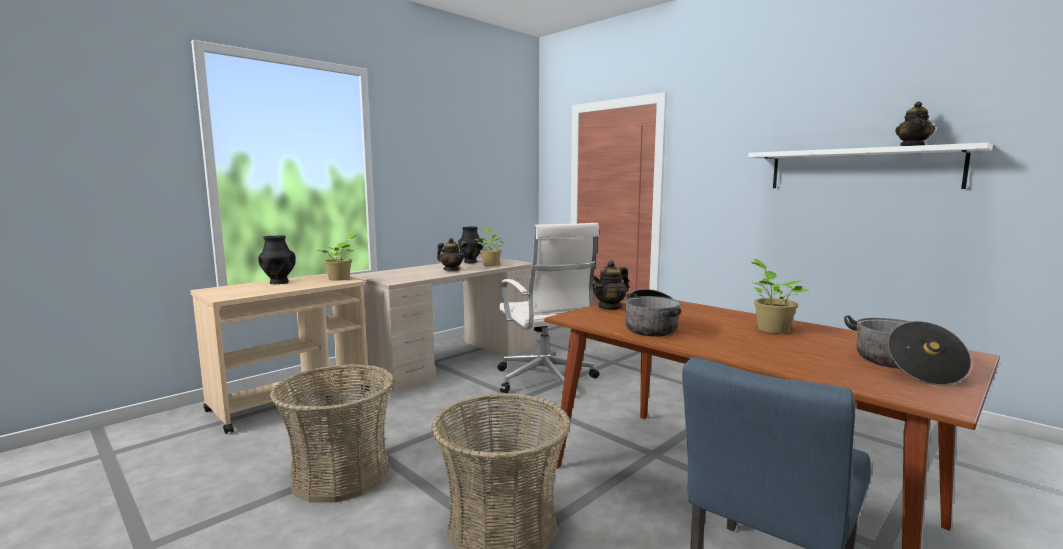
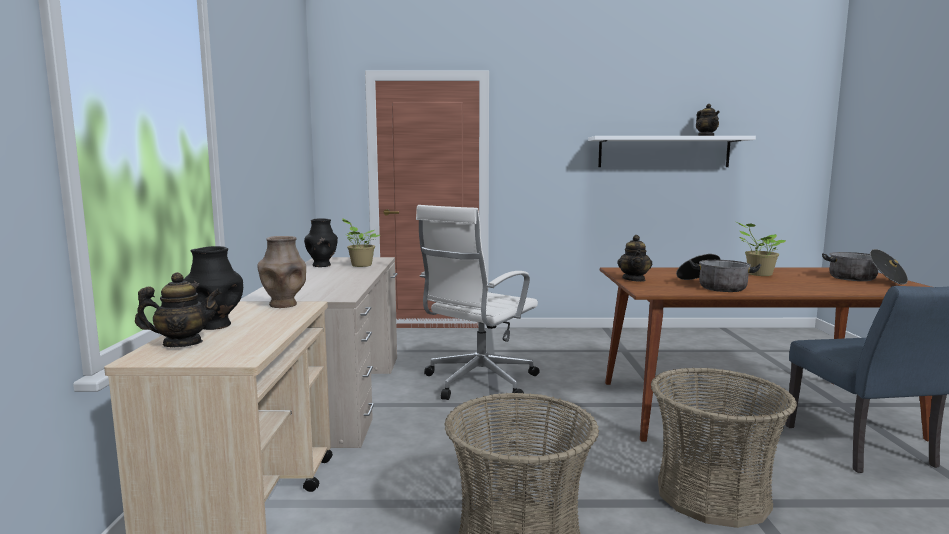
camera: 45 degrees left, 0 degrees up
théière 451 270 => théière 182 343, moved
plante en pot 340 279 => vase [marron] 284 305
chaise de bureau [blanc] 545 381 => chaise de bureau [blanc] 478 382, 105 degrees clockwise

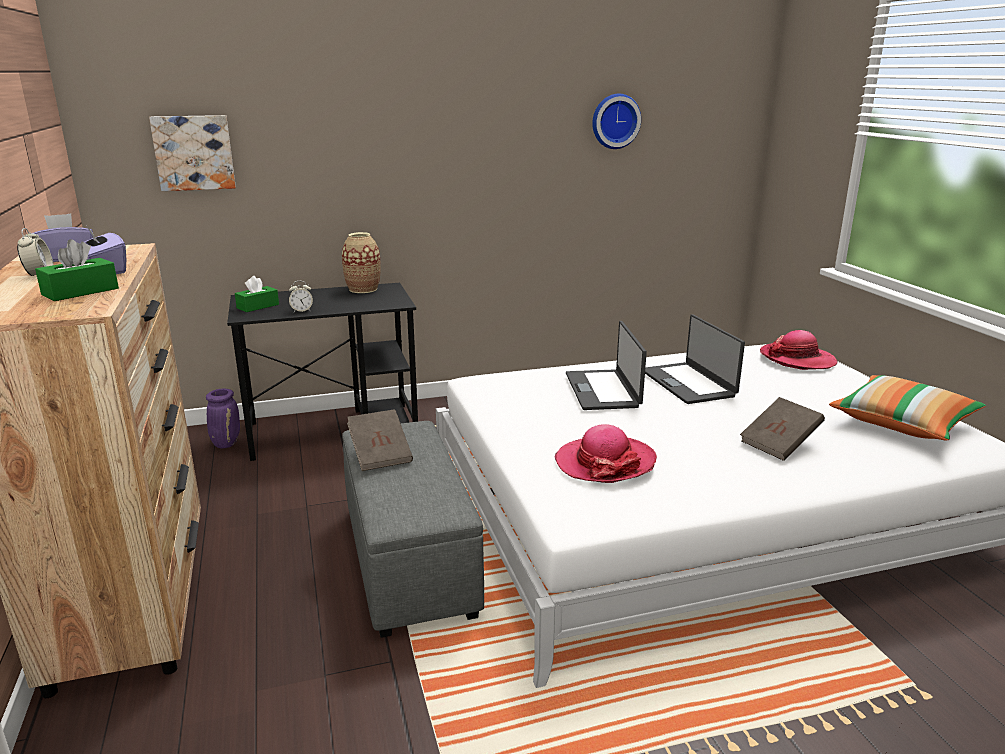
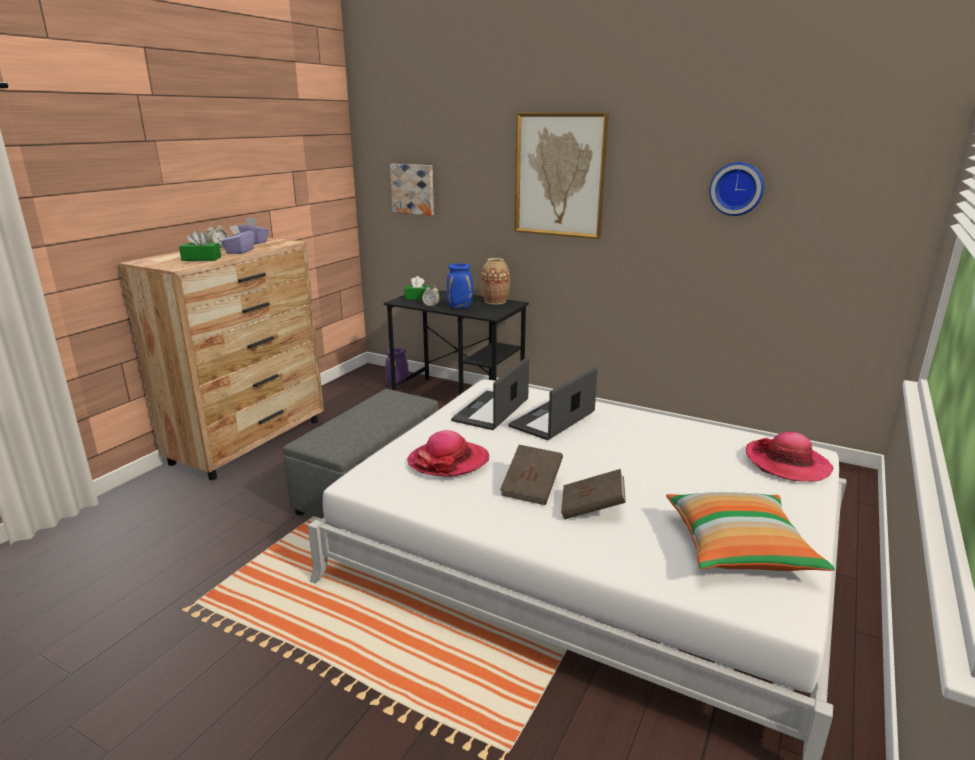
camera: 45 degrees right, 0 degrees up
nothing => vase [bleu] 460 307
ordinateur portable 689 383 => ordinateur portable 492 411, moved
livre [marron] 380 454 => livre [marron] 531 488, moved
nothing => tableau 559 175

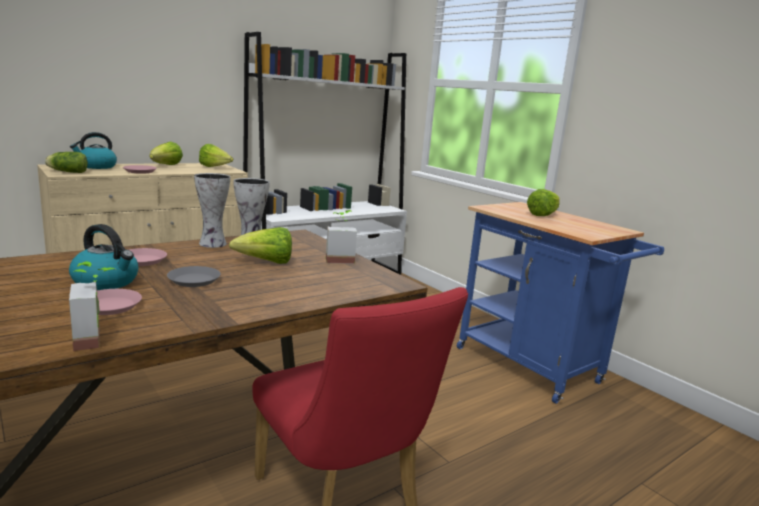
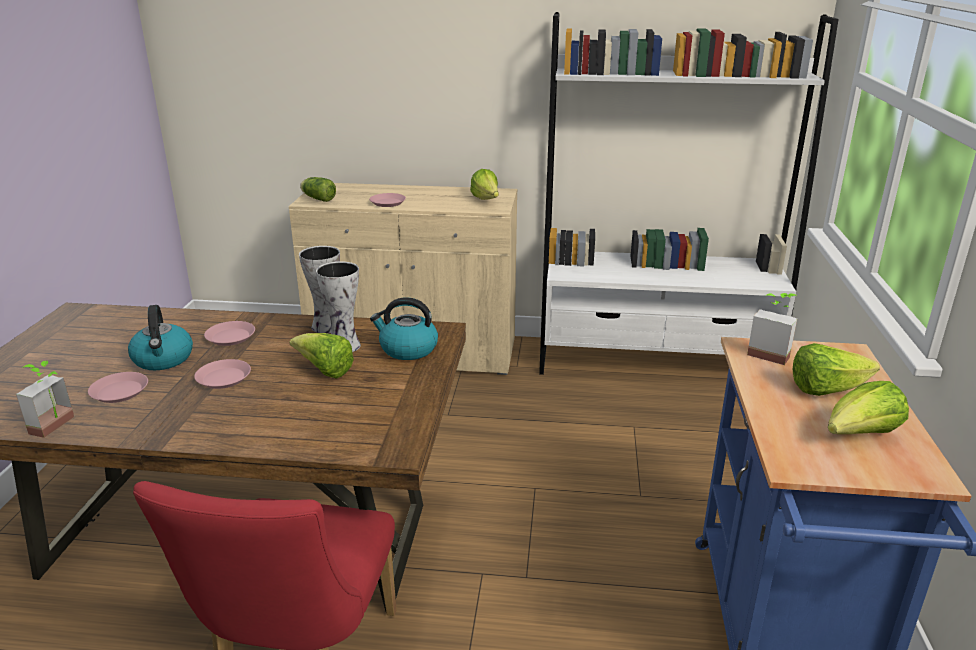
camera: 45 degrees right, 10 degrees up
assiette [gris] 193 280 => assiette [rose] 223 378
bouilloire 96 166 => bouilloire 407 349, moved
plante en pot 339 259 => plante en pot 770 353, moved
laitue 166 165 => laitue 860 435, moved

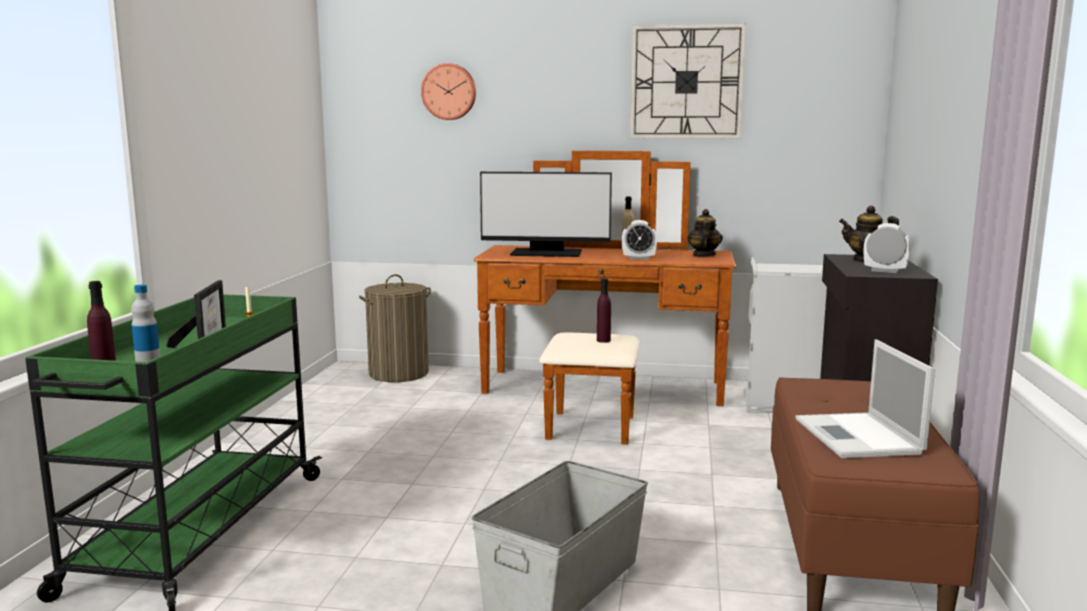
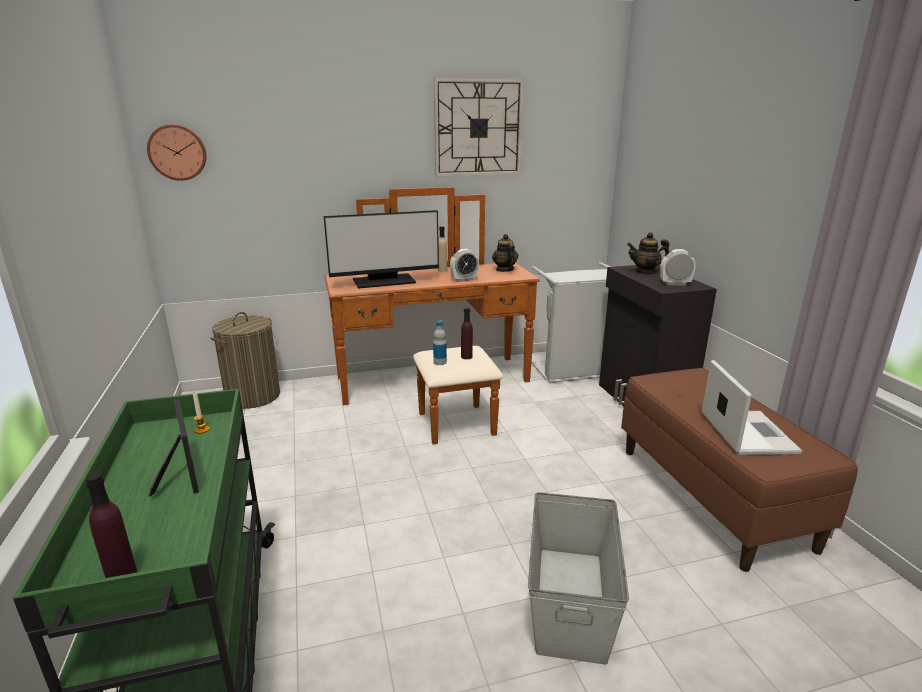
camera: 25 degrees left, 10 degrees up
horloge murale 449 91 => horloge murale 177 152, moved
bouteille 148 359 => bouteille 440 362, moved
ordinateur portable 859 437 => ordinateur portable 746 432, 150 degrees counterclockwise

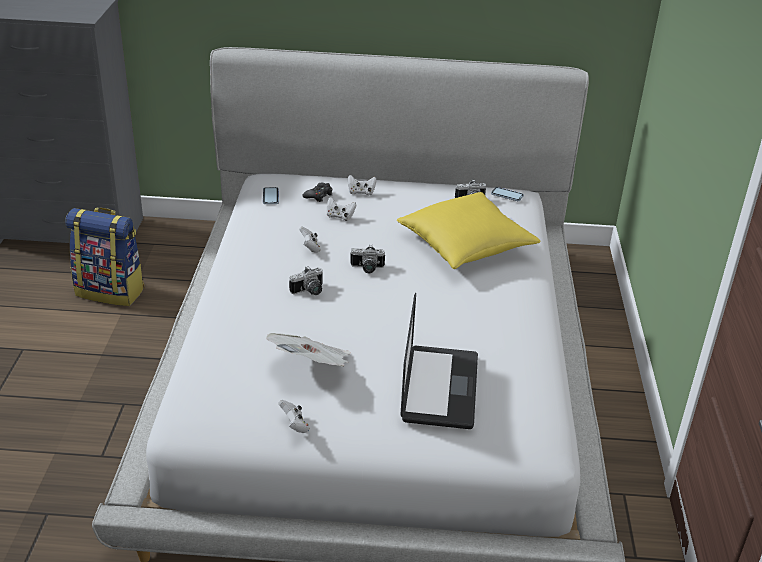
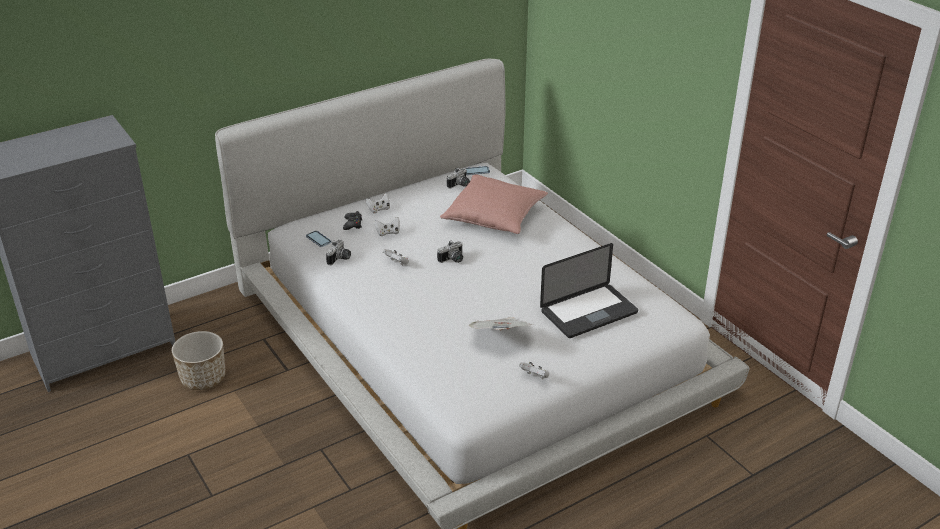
camera: 35 degrees left, 0 degrees up
sac à dos 111 291 => cache-pot 203 378
appareil photo 309 291 => appareil photo 340 259, moved
coussin [jaune] 466 245 => coussin [rose] 494 217
ordinateur portable 440 388 => ordinateur portable 589 312, 90 degrees clockwise

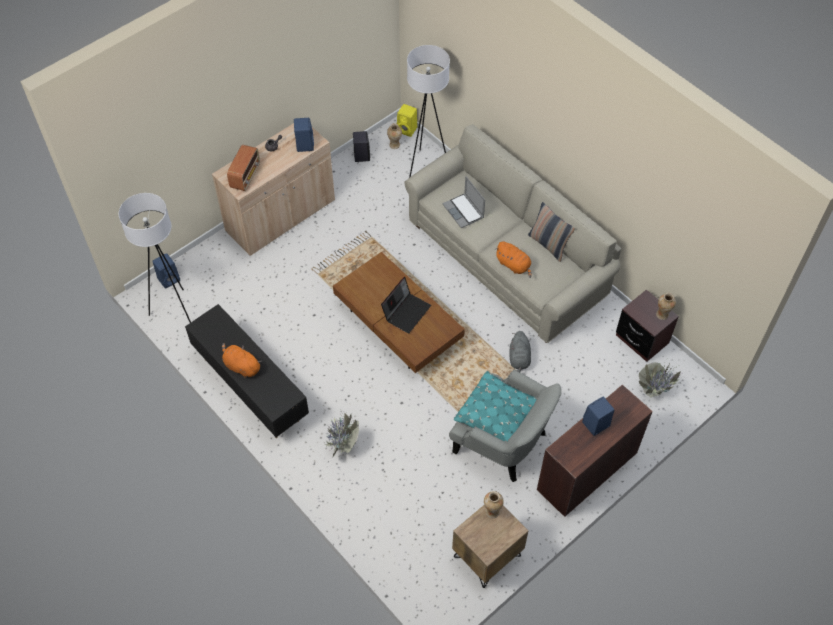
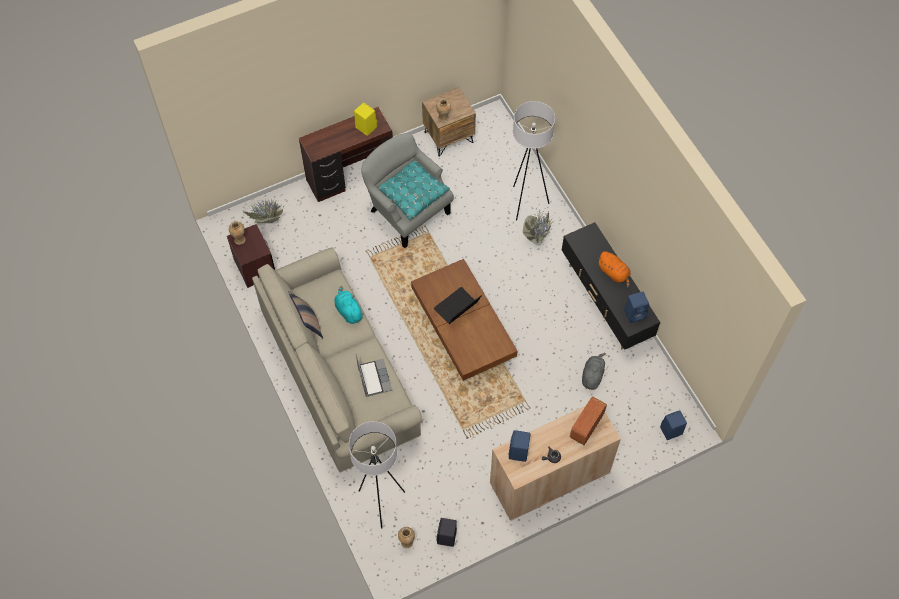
camera: 165 degrees left, 5 degrees up
peluche [orange] 514 265 => peluche [turquoise] 348 311
enceinte [jaune] 407 130 => enceinte [jaune] 365 127, moved
lampadaire [blanc] 175 310 => lampadaire [blanc] 526 202, moved
peluche [gris] 519 359 => peluche [gris] 592 375, moved
enceinte [bleu] 595 424 => enceinte [bleu] 635 313, moved

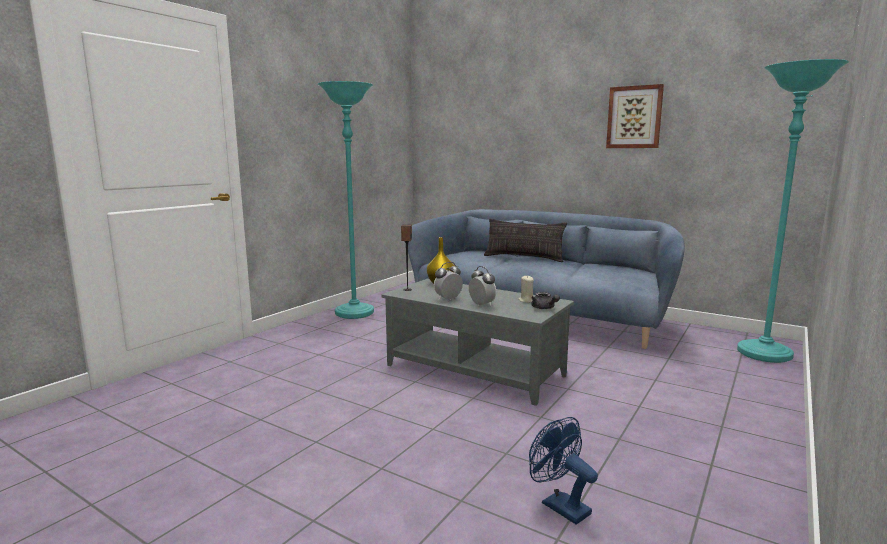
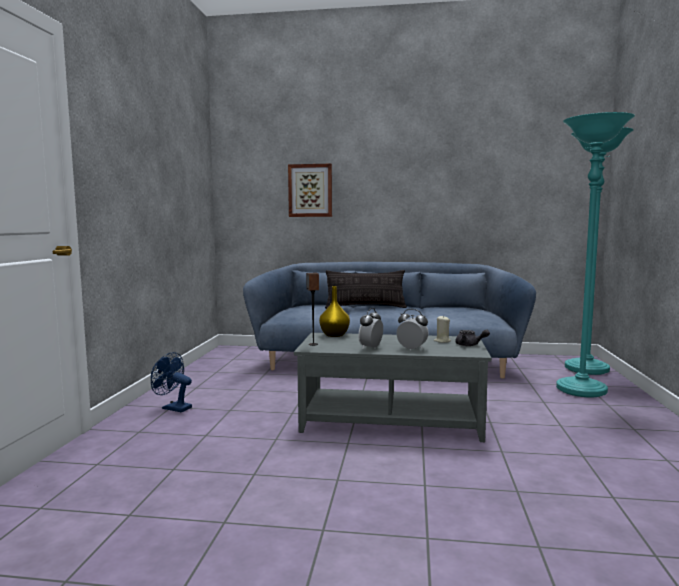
camera: 25 degrees left, 5 degrees down
ventilateur [bleu] 559 505 => ventilateur [bleu] 173 408, moved
tableau 634 117 => tableau 310 190, moved
lampadaire [turquoise] 354 313 => lampadaire [turquoise] 581 390, moved

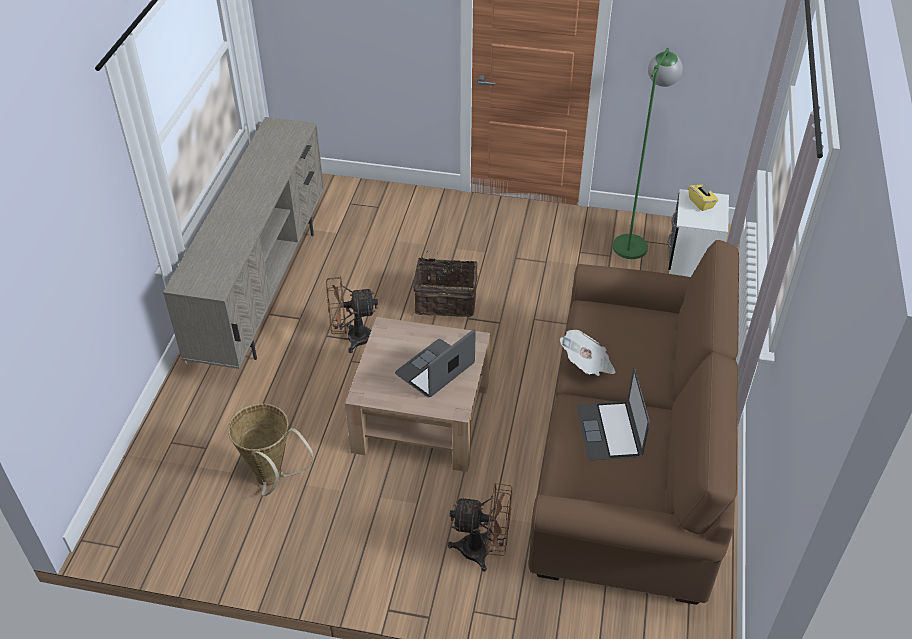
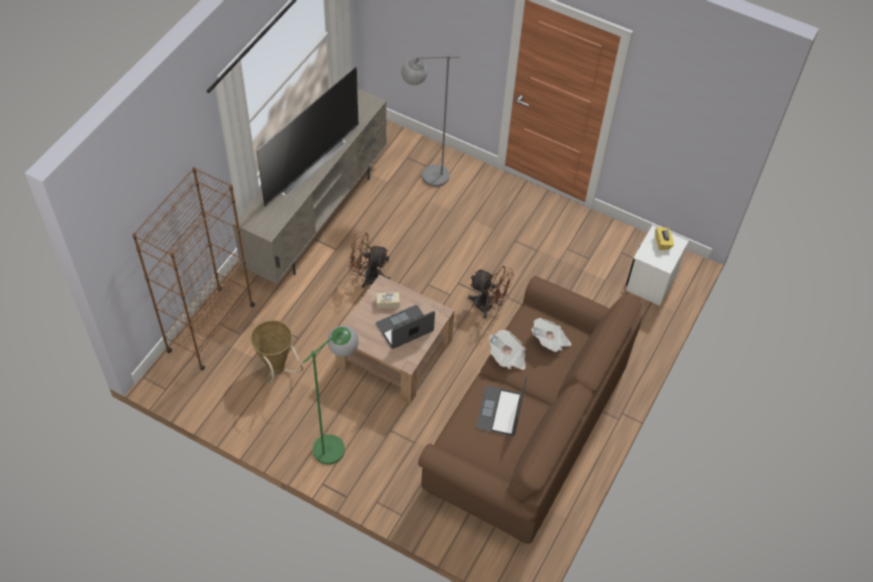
camera: 15 degrees right, 10 degrees up
nothing => bibliothèque [marron] 211 329
nothing => téléviseur 308 163
lampadaire [vert] 633 240 => lampadaire [vert] 337 442, moved
nothing => boîte à mouchoirs [beige] 388 303
nothing => lampadaire [gris] 425 176
ventilateur [marron] 483 550 => ventilateur [marron] 489 306, moved
nothing => journal 550 341
panier 446 300 => nothing

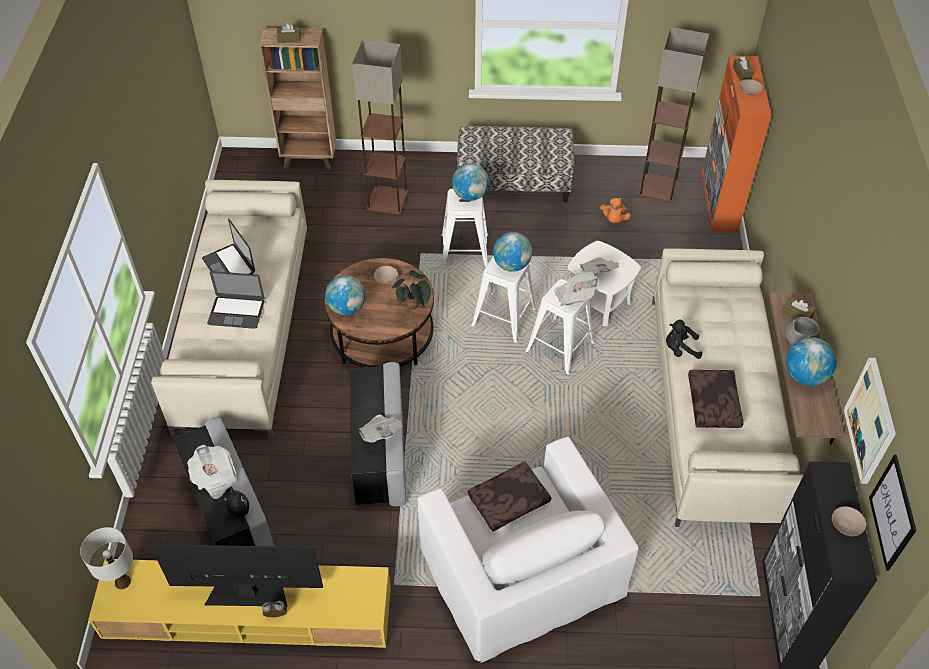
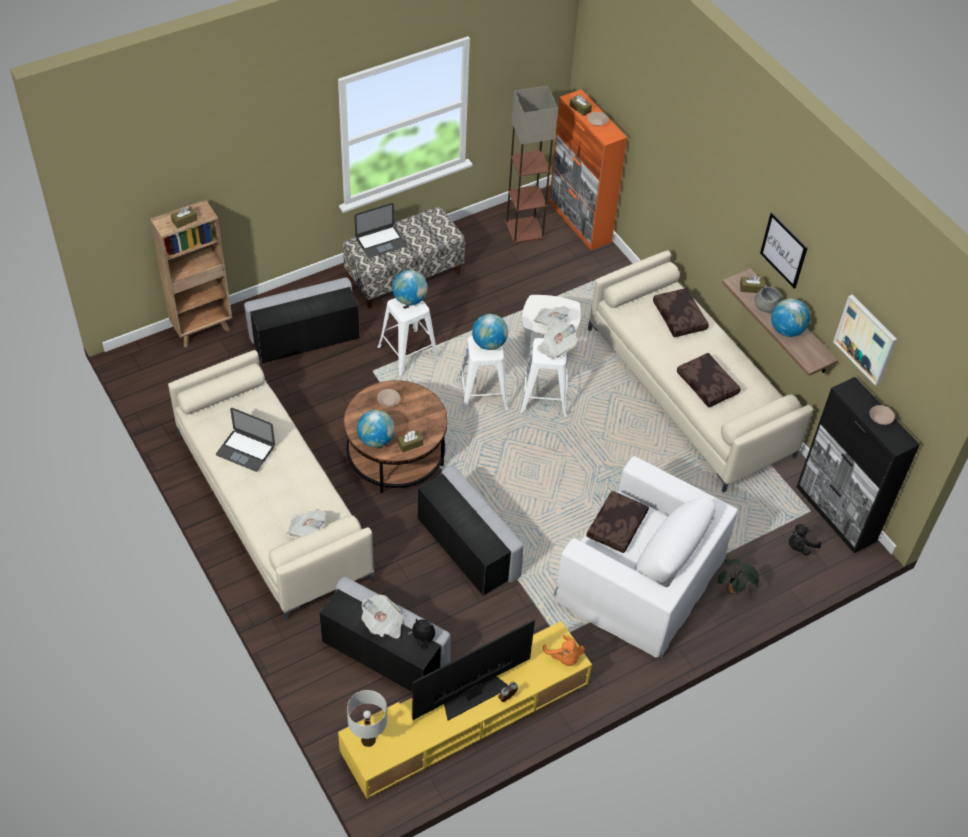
camera: 35 degrees left, 0 degrees up
lampadaire 387 201 => pouf [gris] 305 337
journal 381 434 => journal 306 529, moved
ordinateur portable 236 312 => ordinateur portable 380 242, moved
nothing => boîte à mouchoirs [marron] 410 444
peluche [orange] 613 220 => peluche [orange] 564 657, moved
nothing => coussin [marron] 680 317
plante en pot 413 306 => plante en pot 733 590, moved
tableau 892 513 => tableau 783 250, moved
peluche [noir] 680 349 => peluche [noir] 800 546, moved

